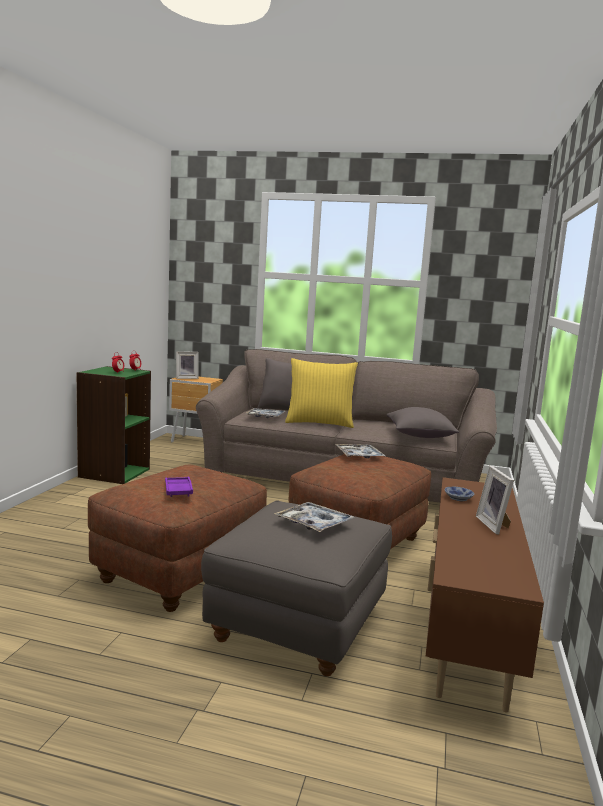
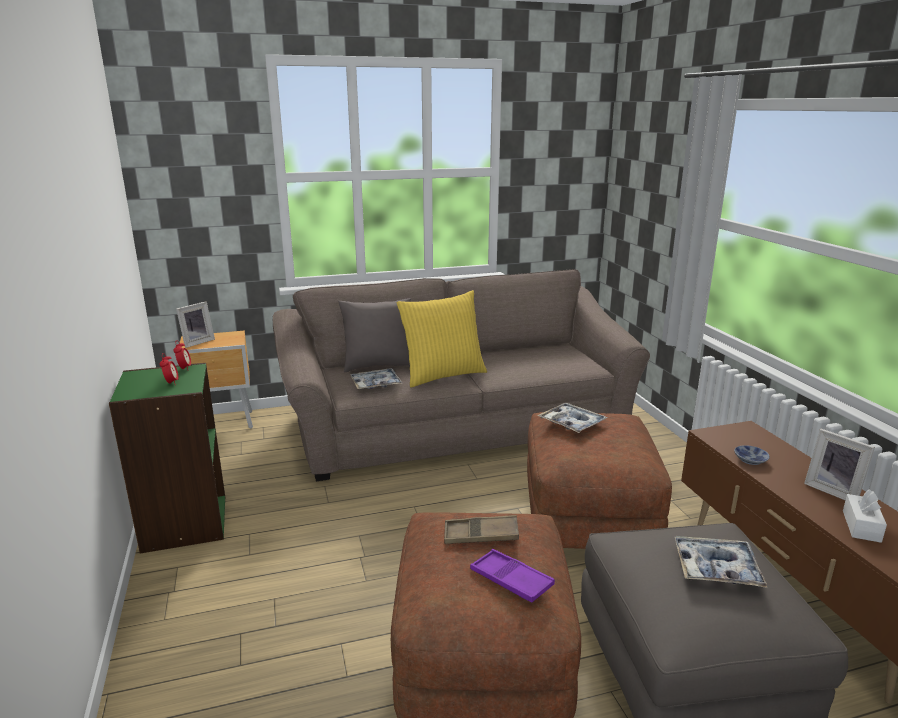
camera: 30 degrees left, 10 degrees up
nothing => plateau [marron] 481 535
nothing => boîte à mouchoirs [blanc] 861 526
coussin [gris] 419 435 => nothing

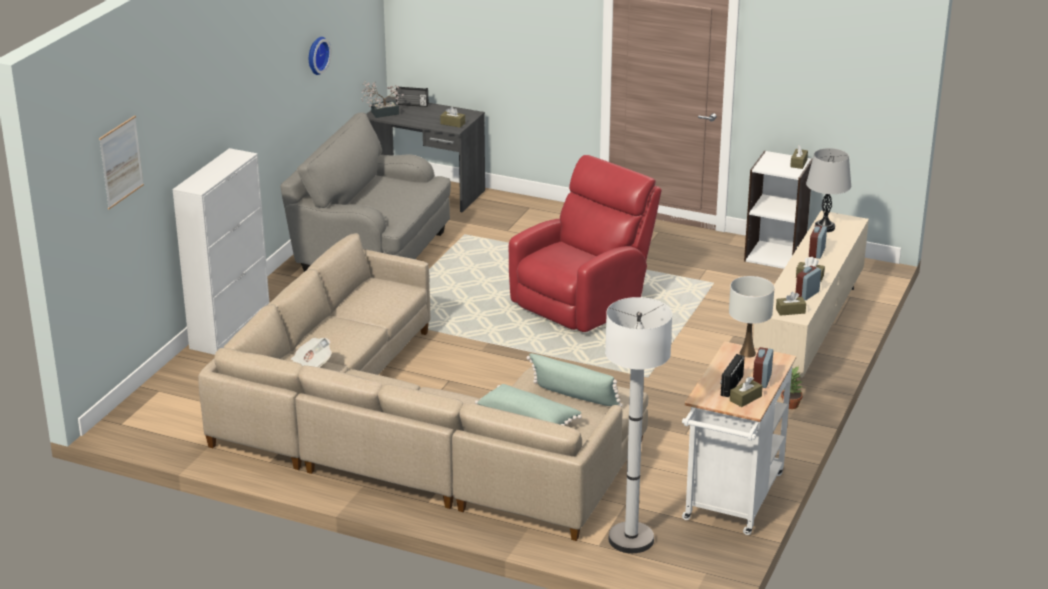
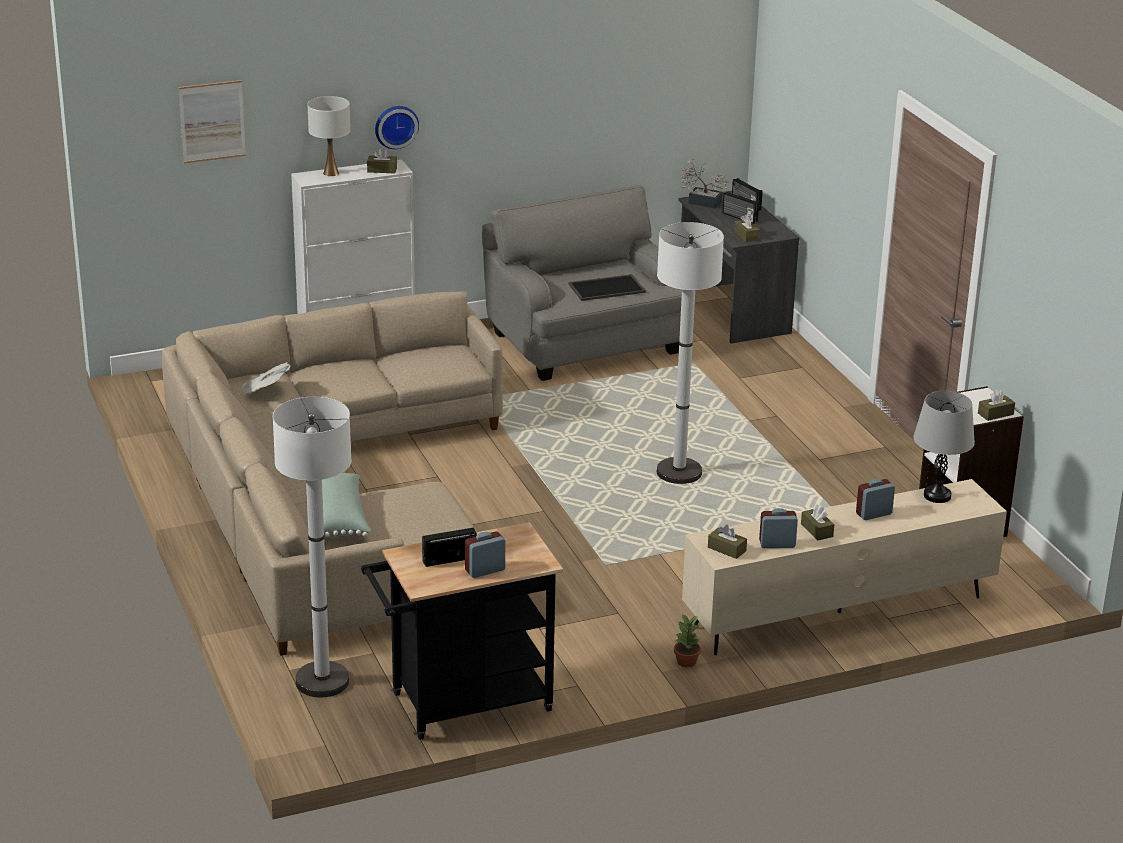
camera: 45 degrees right, 0 degrees up
lampe de table [blanc] 747 353 => lampe de table [blanc] 330 173, moved
chariot [blanc] 731 502 => chariot [noir] 462 706
boîte à mouchoirs [marron] 745 398 => boîte à mouchoirs [marron] 382 170, moved
horloge murale 316 55 => horloge murale 395 126, moved
nothing => plateau 607 288
fauteuil [rouge] 583 303 => lampadaire [blanc] 679 473
nothing => radio 739 217
coussin [vert] 575 397 => nothing

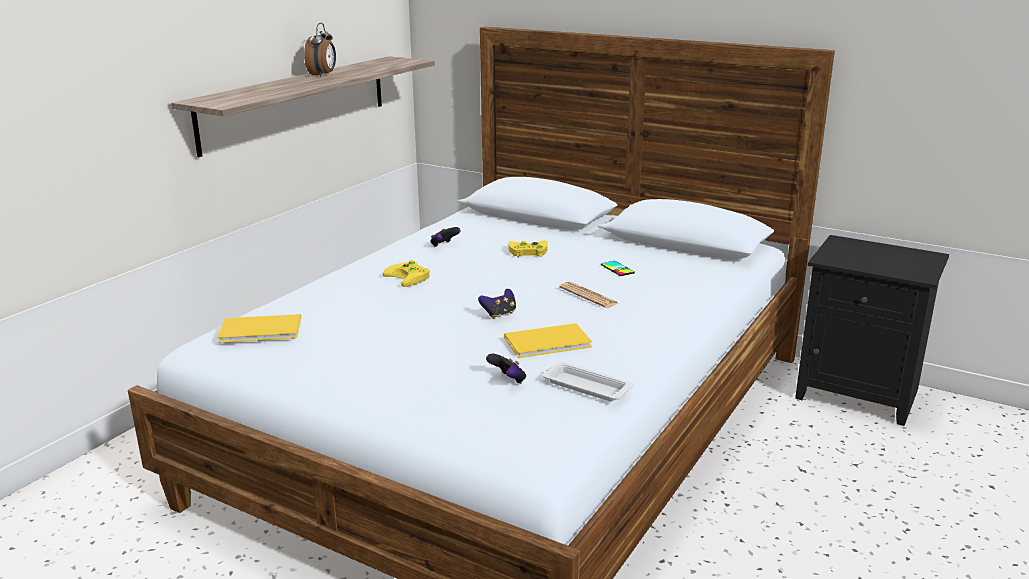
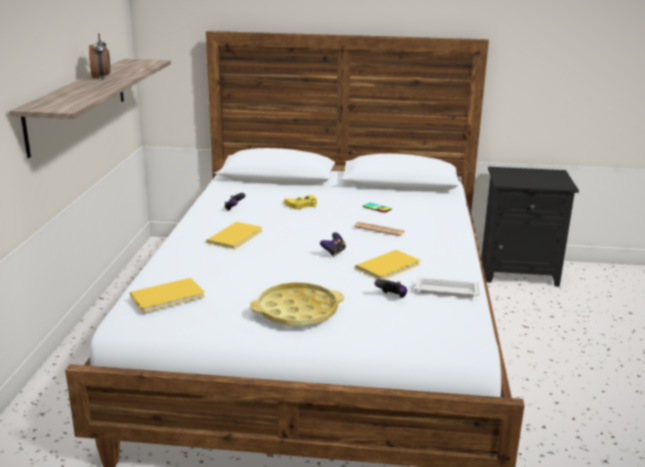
camera: 25 degrees left, 0 degrees up
manette [jaune] 410 277 => livre [jaune] 237 236
nothing => plateau [jaune] 297 311

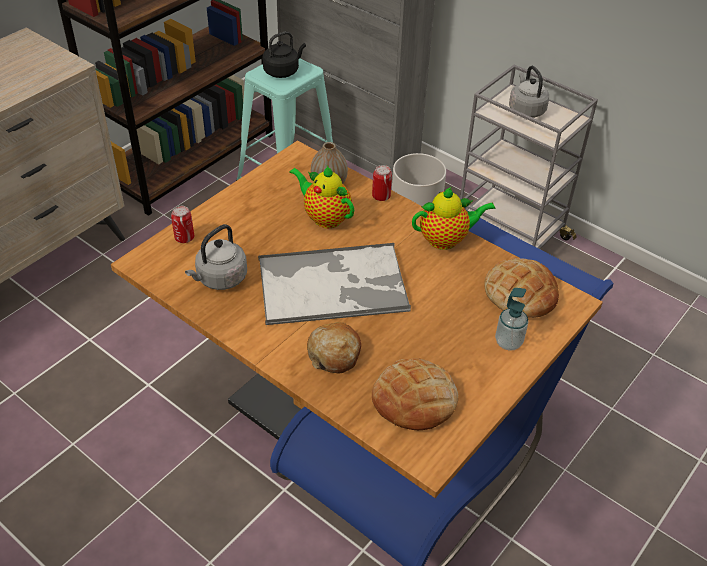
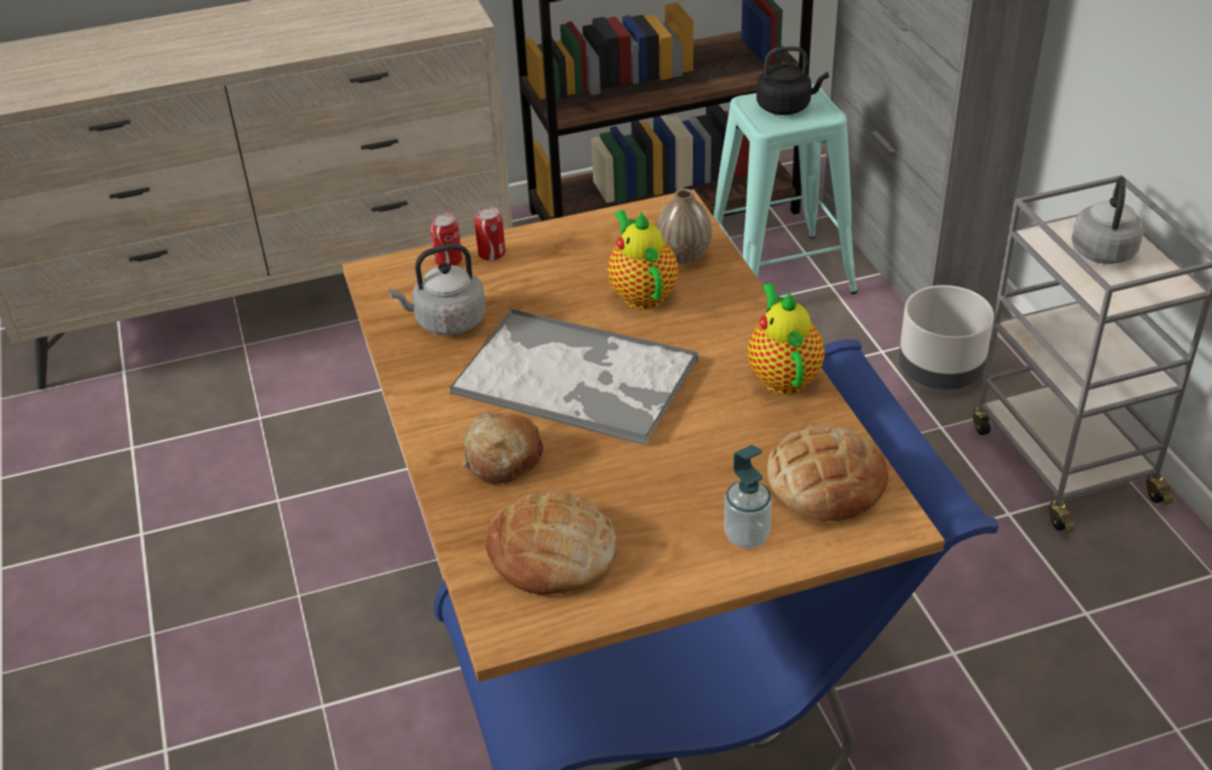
camera: 35 degrees right, 5 degrees down
boîte métallique 381 196 => boîte métallique 492 255, moved
théière 446 239 => théière 782 375, 120 degrees counterclockwise

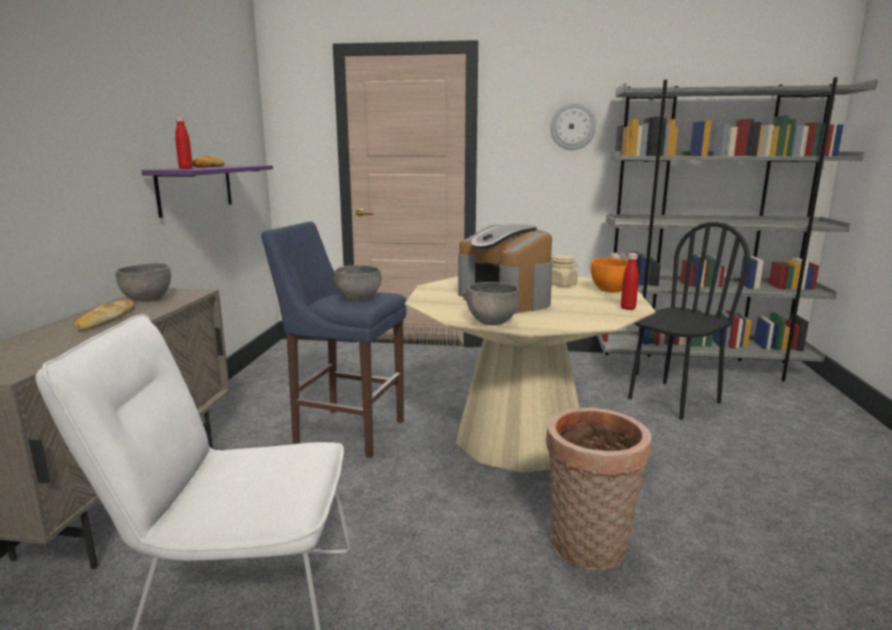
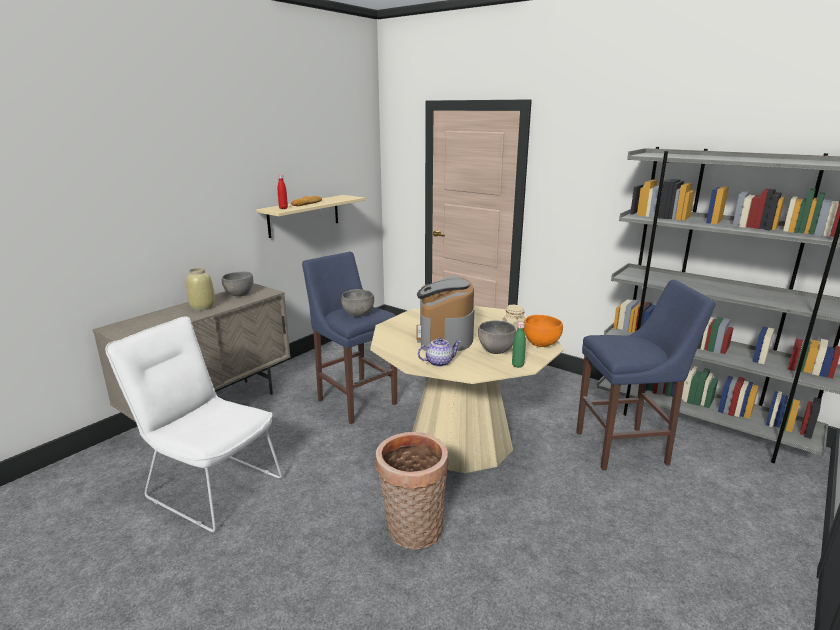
camera: 30 degrees right, 5 degrees up
pain 106 320 => vase [beige] 203 307
étagère [violet] 196 188 => étagère [beige] 304 215
nothing => théière 439 362
bol [gris] 492 322 => bol [gris] 496 350, moved
bouteille [rouge] 628 308 => bouteille [vert] 517 365
chaise [noir] 673 400 => tabouret [bleu] 626 448
horloge murale 573 126 => nothing

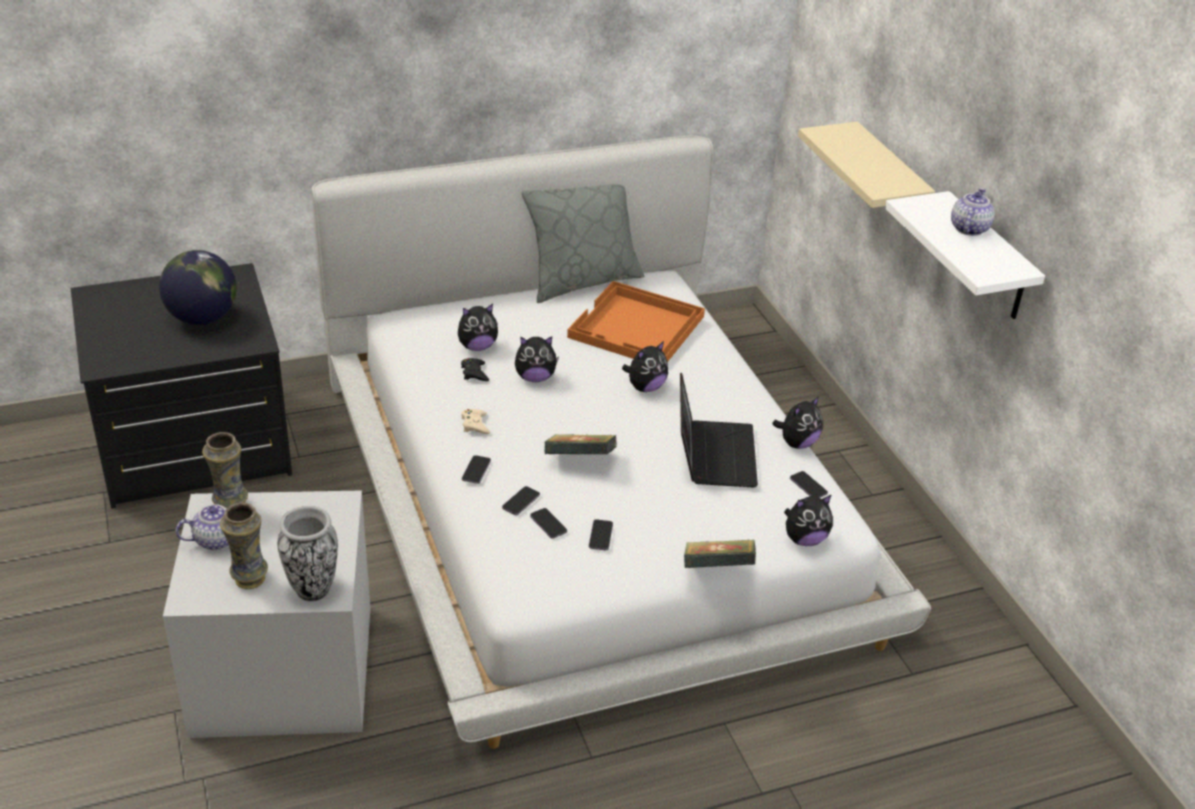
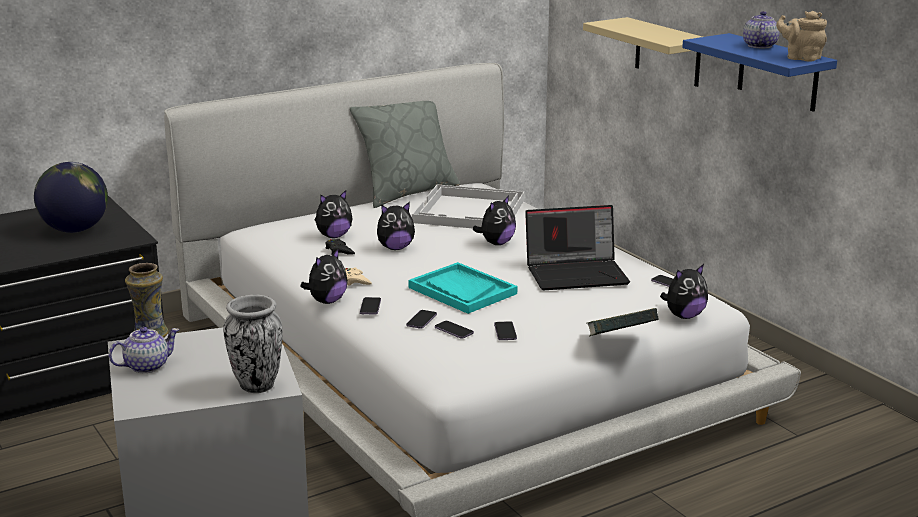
camera: 10 degrees left, 15 degrees down
peluche 797 443 => peluche 326 301, moved
livre 579 461 => plateau [turquoise] 462 291
plateau [orange] 637 328 => plateau [blanc] 470 211
ordinateur portable 713 453 => ordinateur portable 577 274, 90 degrees clockwise
étagère [blanc] 988 259 => étagère [bleu] 778 73
nothing => théière [beige] 801 58
vase 249 579 => nothing

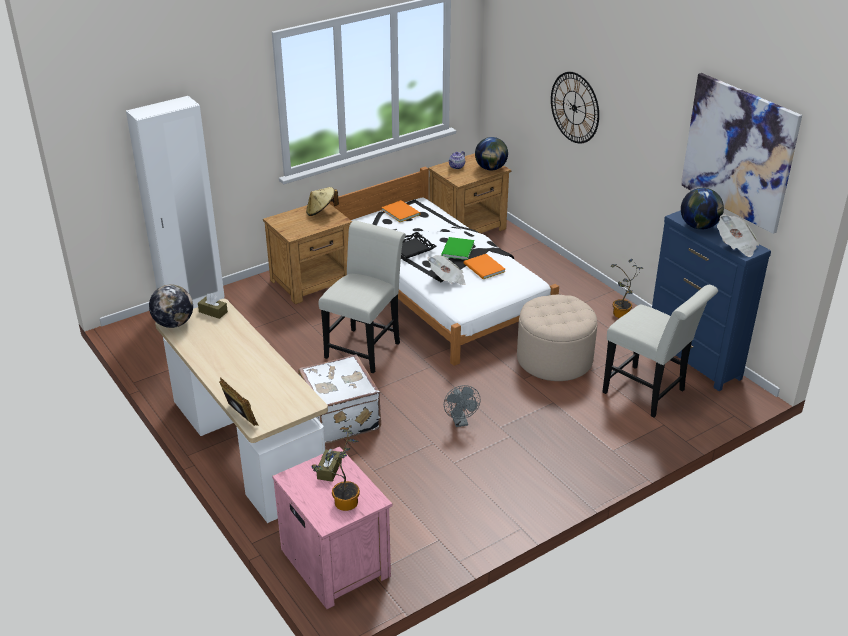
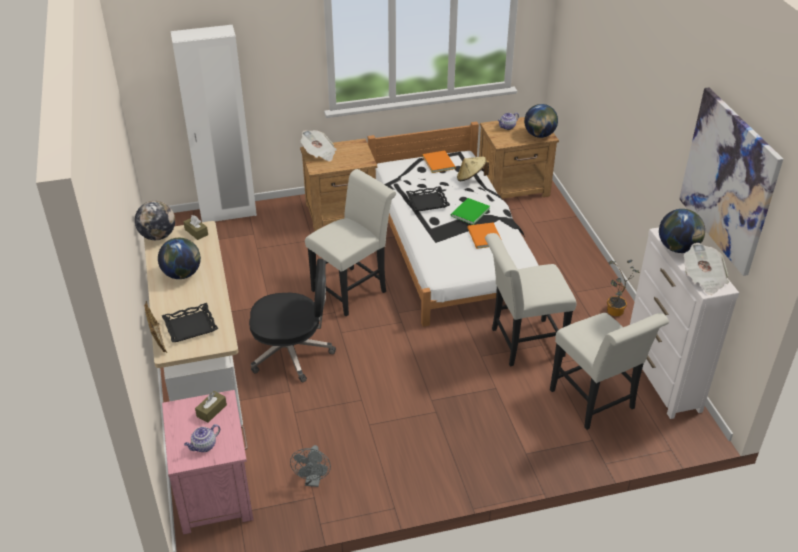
camera: 20 degrees right, 5 degrees up
nothing => globe 182 274
nothing => plateau [noir] 190 326
plante en pot 342 503 => théière 204 446
valise [blanc] 339 418 => chaise de bureau [noir] 292 353
ventilateur [gris] 460 422 => ventilateur [gris] 313 481, moved
journal 447 279 => journal 319 154, moved
chapeau [beige] 321 211 => chapeau [beige] 471 178, moved
pouf [beige] 554 359 => chaise [blanc] 521 343
commode [bleu] 693 360 => commode [blanc] 662 379
horloge murale 574 107 => nothing

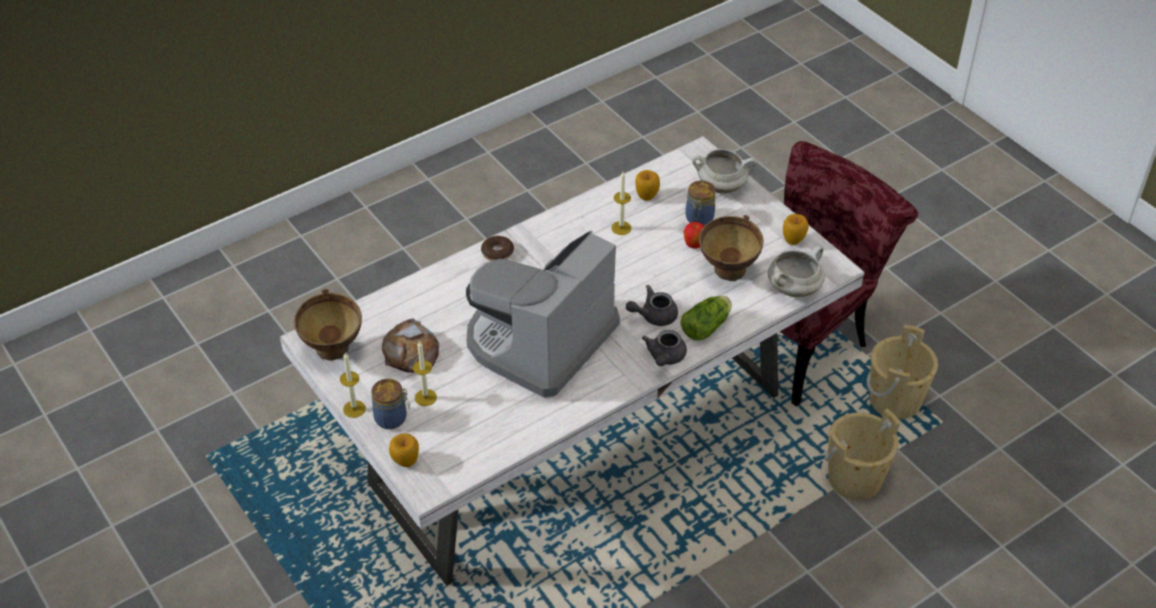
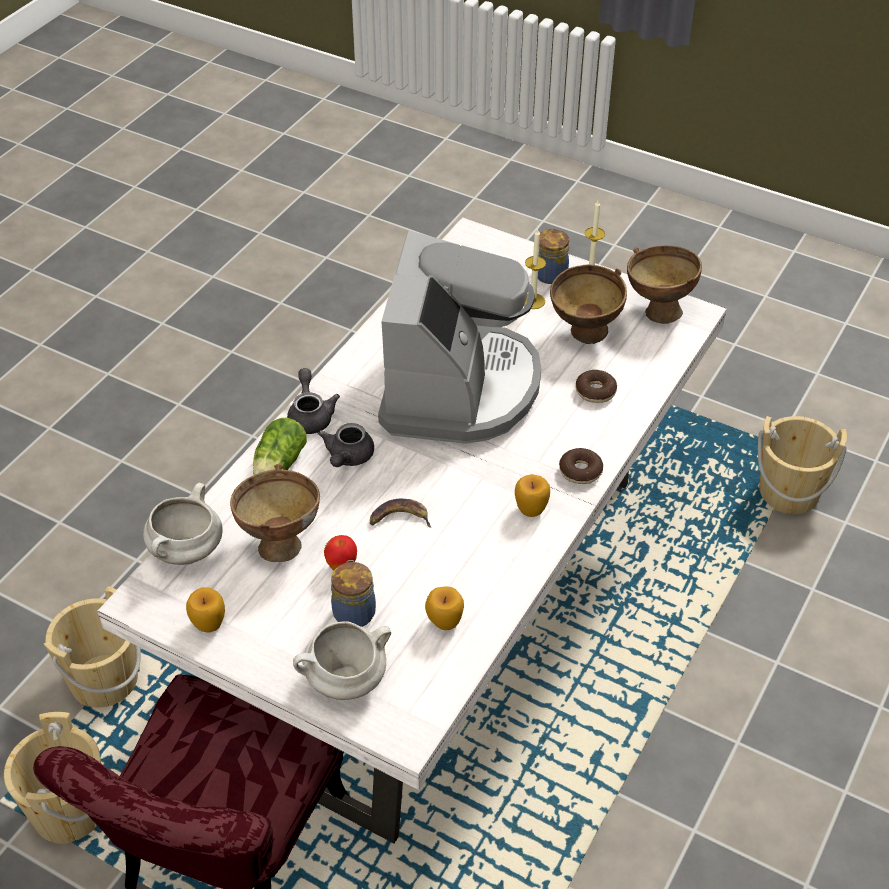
camera: 155 degrees right, 0 degrees up
théière [gris] 653 316 => théière [gris] 347 457, 150 degrees clockwise
nothing => banane 399 518
pomme 405 462 => pomme 531 509, moved
pain 411 351 => bol [marron] 583 335
nothing => beignet 595 391
nothing => seau [beige] 789 492
bougie 621 228 => nothing

